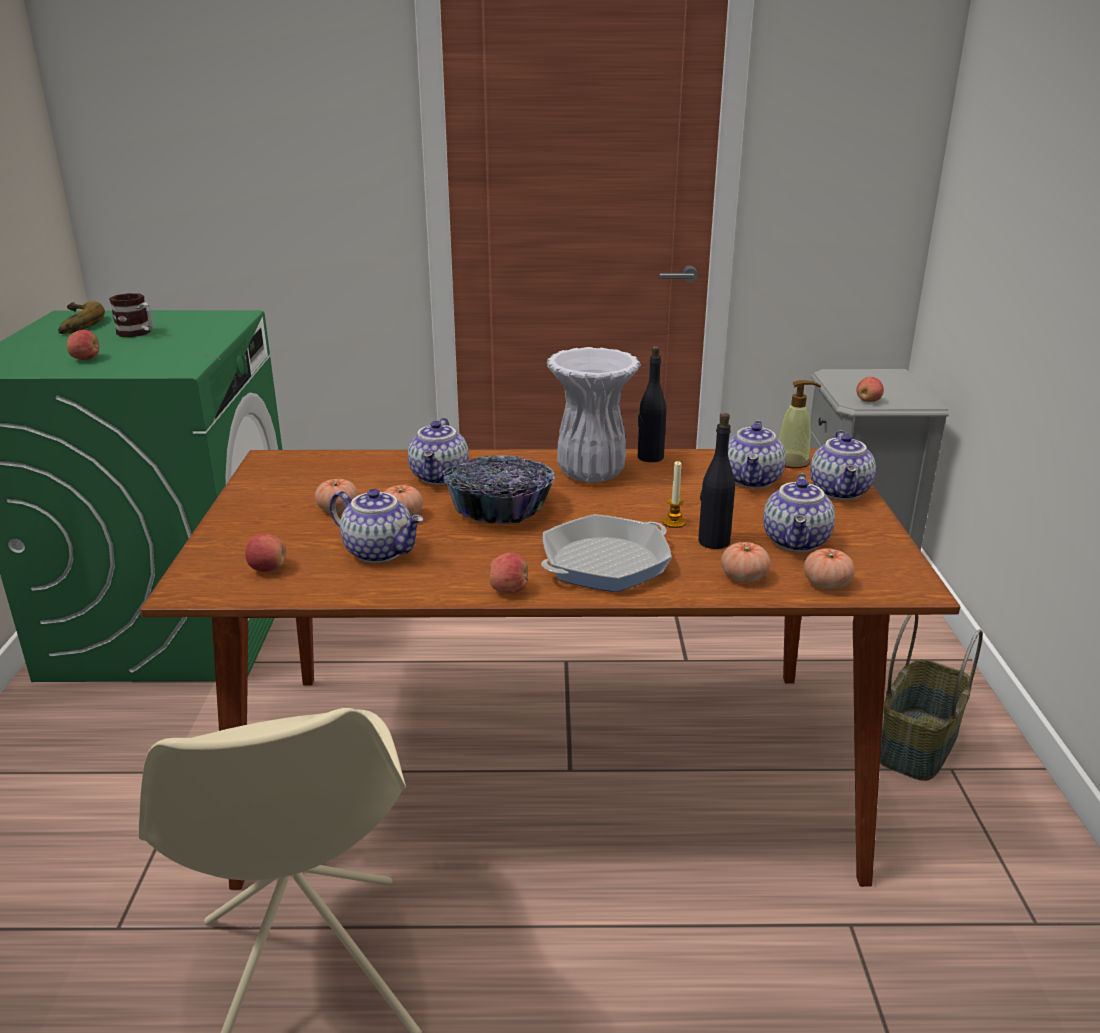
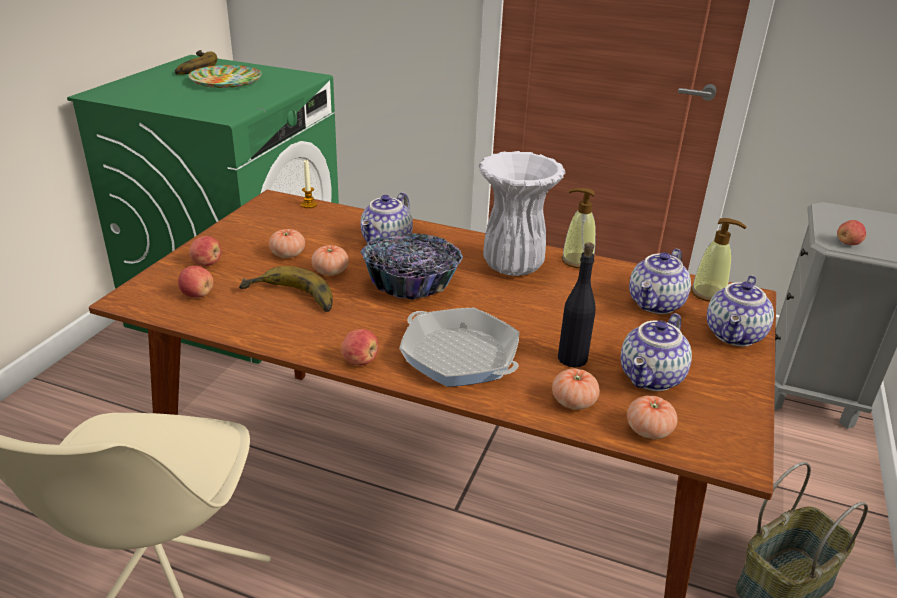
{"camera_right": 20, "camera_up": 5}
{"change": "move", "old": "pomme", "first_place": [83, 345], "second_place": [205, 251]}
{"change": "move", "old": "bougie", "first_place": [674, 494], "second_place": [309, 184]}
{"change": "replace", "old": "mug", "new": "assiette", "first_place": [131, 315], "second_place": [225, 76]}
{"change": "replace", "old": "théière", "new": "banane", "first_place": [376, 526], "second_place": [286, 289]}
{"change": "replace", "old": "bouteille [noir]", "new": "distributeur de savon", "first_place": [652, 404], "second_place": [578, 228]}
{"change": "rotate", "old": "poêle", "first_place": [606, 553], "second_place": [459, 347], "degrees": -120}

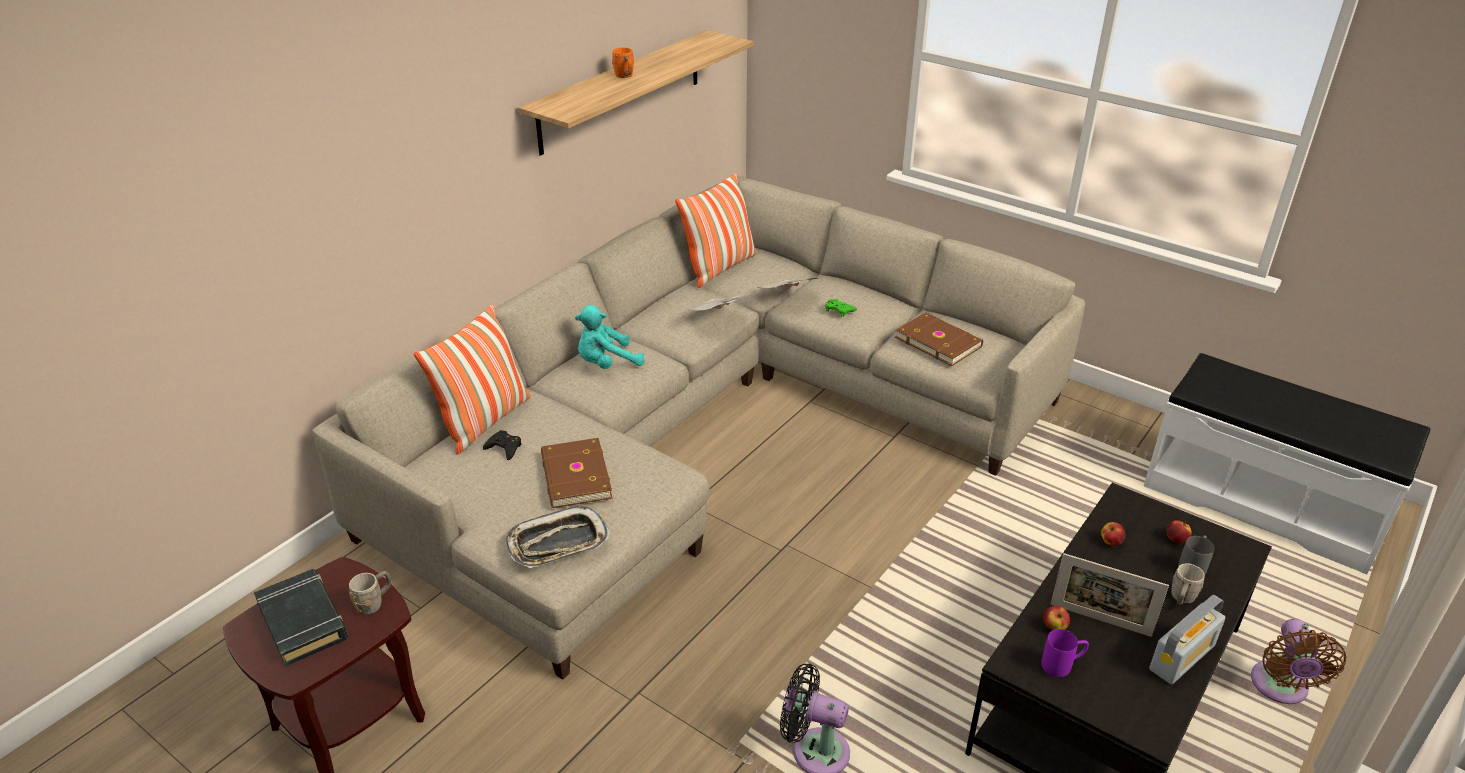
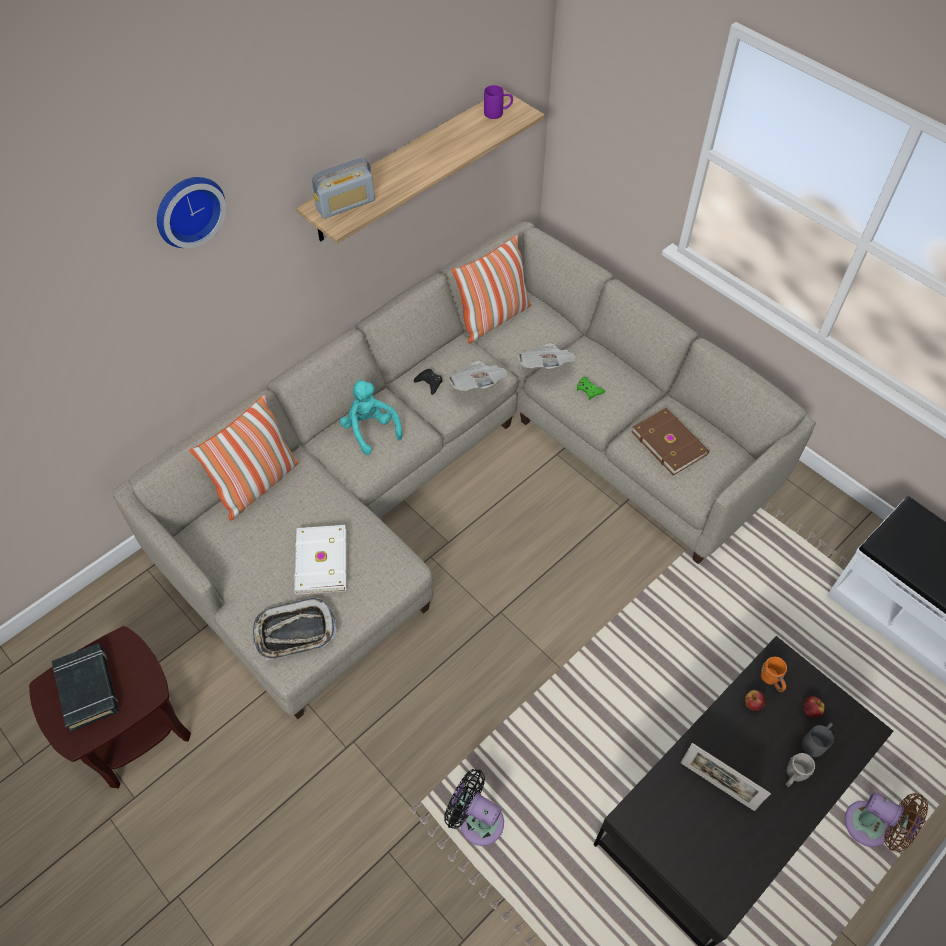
{"camera_right": 10, "camera_up": 20}
{"change": "delete", "old": "mug [gris]", "first_place": [370, 593]}
{"change": "delete", "old": "pomme", "first_place": [1056, 618]}
{"change": "insert", "new": "horloge murale", "second_place": [191, 212]}
{"change": "move", "old": "manette [noir]", "first_place": [502, 445], "second_place": [428, 382]}
{"change": "move", "old": "mug [orange]", "first_place": [623, 63], "second_place": [774, 674]}
{"change": "move", "old": "mug [violet]", "first_place": [1065, 653], "second_place": [498, 102]}
{"change": "move", "old": "radio", "first_place": [1187, 639], "second_place": [343, 188]}
{"change": "recolor", "old": "livre [marron]", "new": "livre [blanc]", "first_place": [576, 473], "second_place": [320, 560]}
{"change": "rotate", "old": "peluche [turquoise]", "first_place": [610, 337], "second_place": [371, 417], "degrees": 75}
{"change": "rotate", "old": "ventilateur [marron]", "first_place": [1298, 661], "second_place": [886, 822], "degrees": -75}

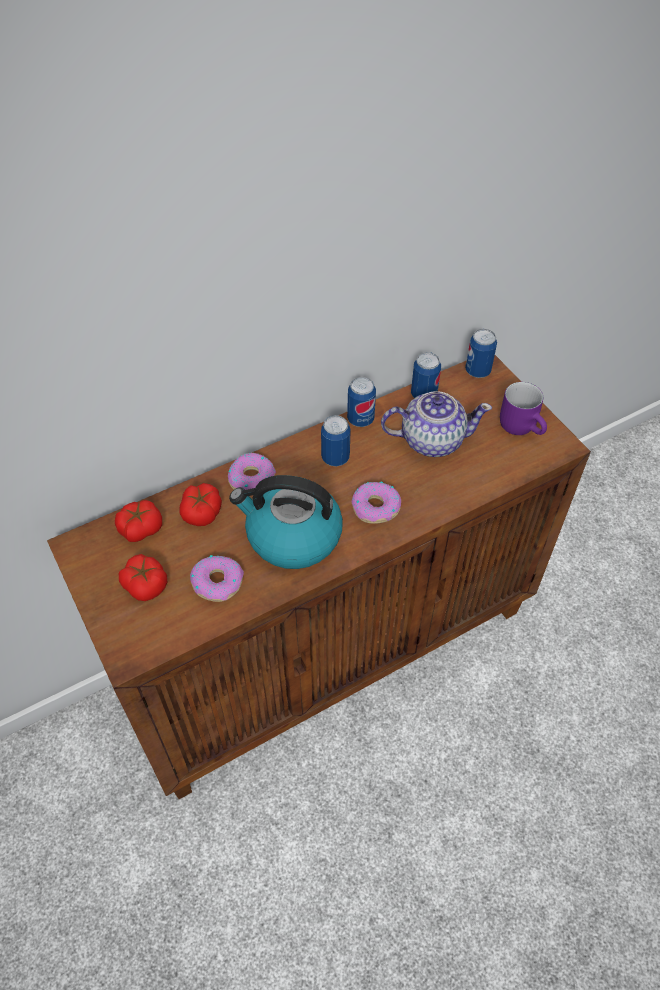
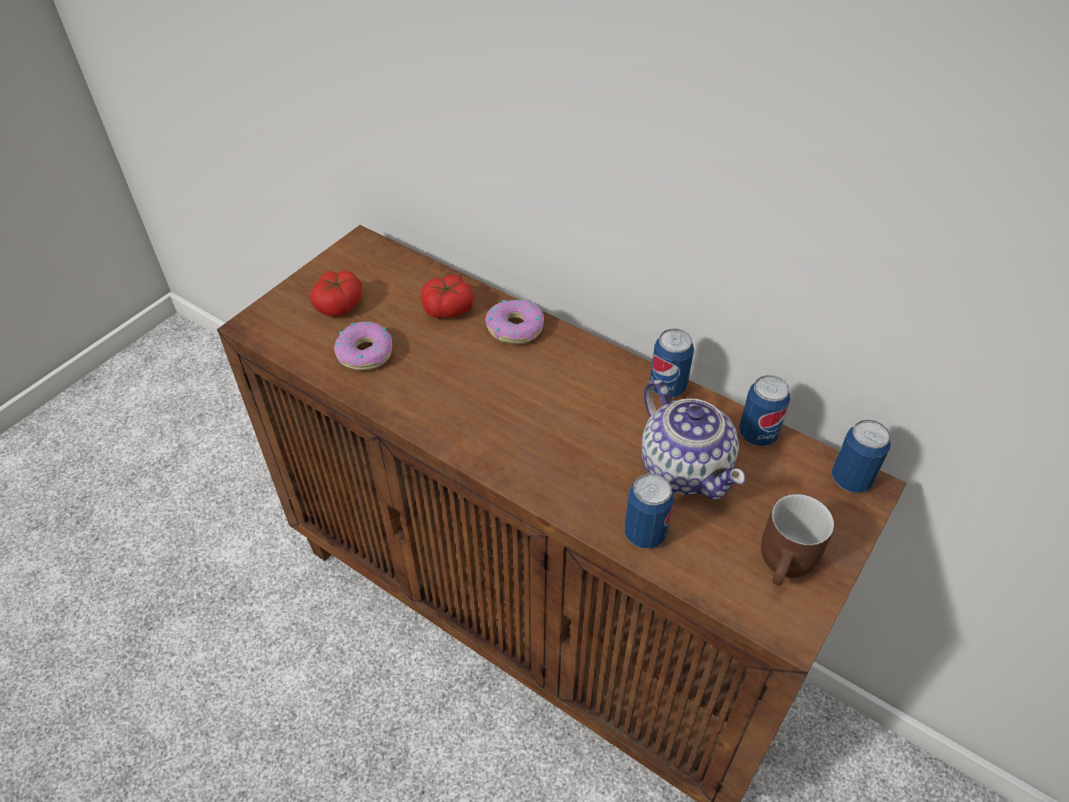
{"camera_right": 65, "camera_up": -5}
{"change": "delete", "old": "tomate", "first_place": [138, 521]}
{"change": "delete", "old": "bouilloire", "first_place": [286, 522]}
{"change": "delete", "old": "beignet", "first_place": [376, 502]}
{"change": "move", "old": "boîte métallique", "first_place": [336, 440], "second_place": [649, 511]}
{"change": "recolor", "old": "mug [violet]", "new": "mug [marron]", "first_place": [523, 408], "second_place": [797, 539]}

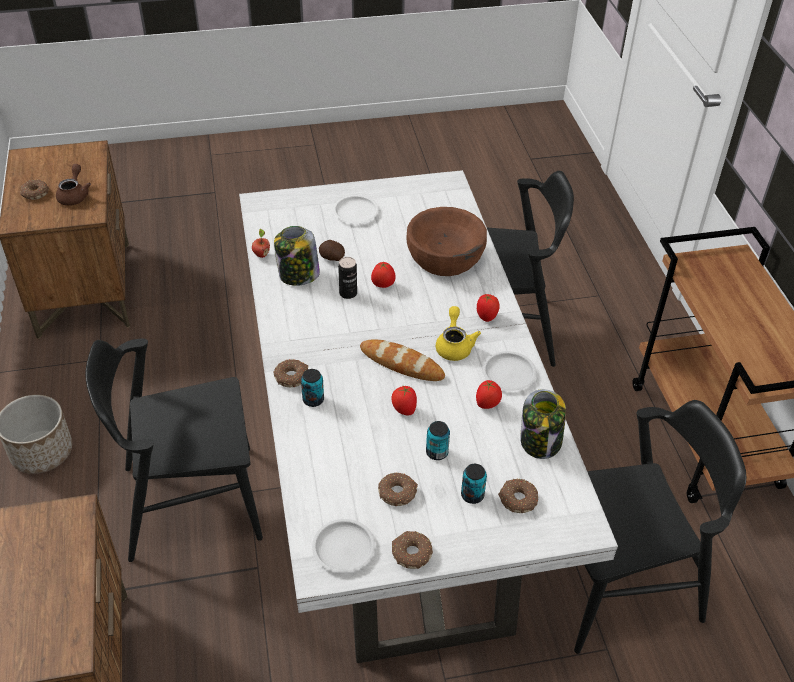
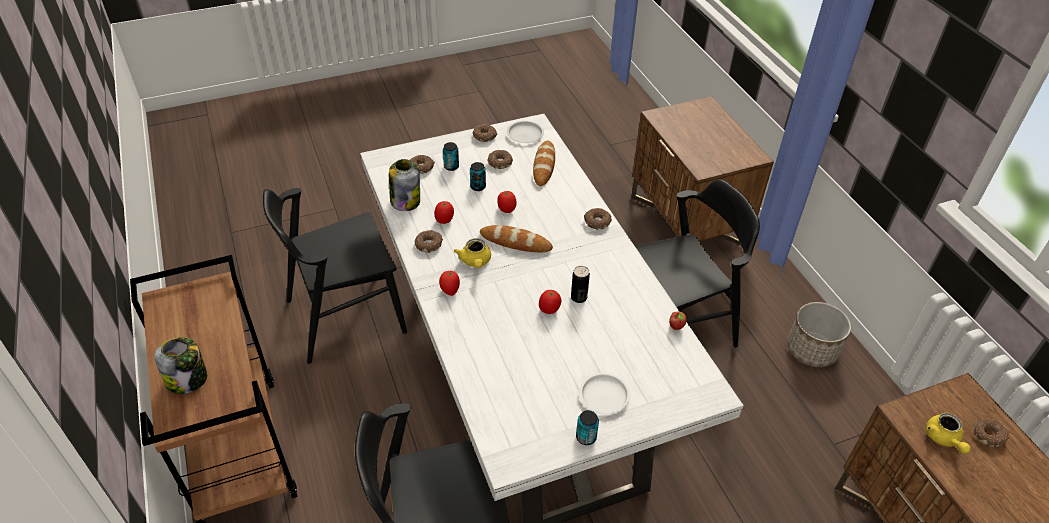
{"camera_right": 170, "camera_up": 0}
{"change": "delete", "old": "pomme de terre", "first_place": [332, 250]}
{"change": "delete", "old": "bol [marron]", "first_place": [446, 241]}
{"change": "insert", "new": "pain", "second_place": [544, 163]}
{"change": "move", "old": "bocal", "first_place": [297, 256], "second_place": [181, 365]}
{"change": "move", "old": "boîte métallique", "first_place": [312, 388], "second_place": [587, 427]}
{"change": "replace", "old": "assiette [blanc]", "new": "beignet", "first_place": [510, 371], "second_place": [429, 241]}
{"change": "recolor", "old": "théière [marron]", "new": "théière [jaune]", "first_place": [73, 185], "second_place": [948, 433]}

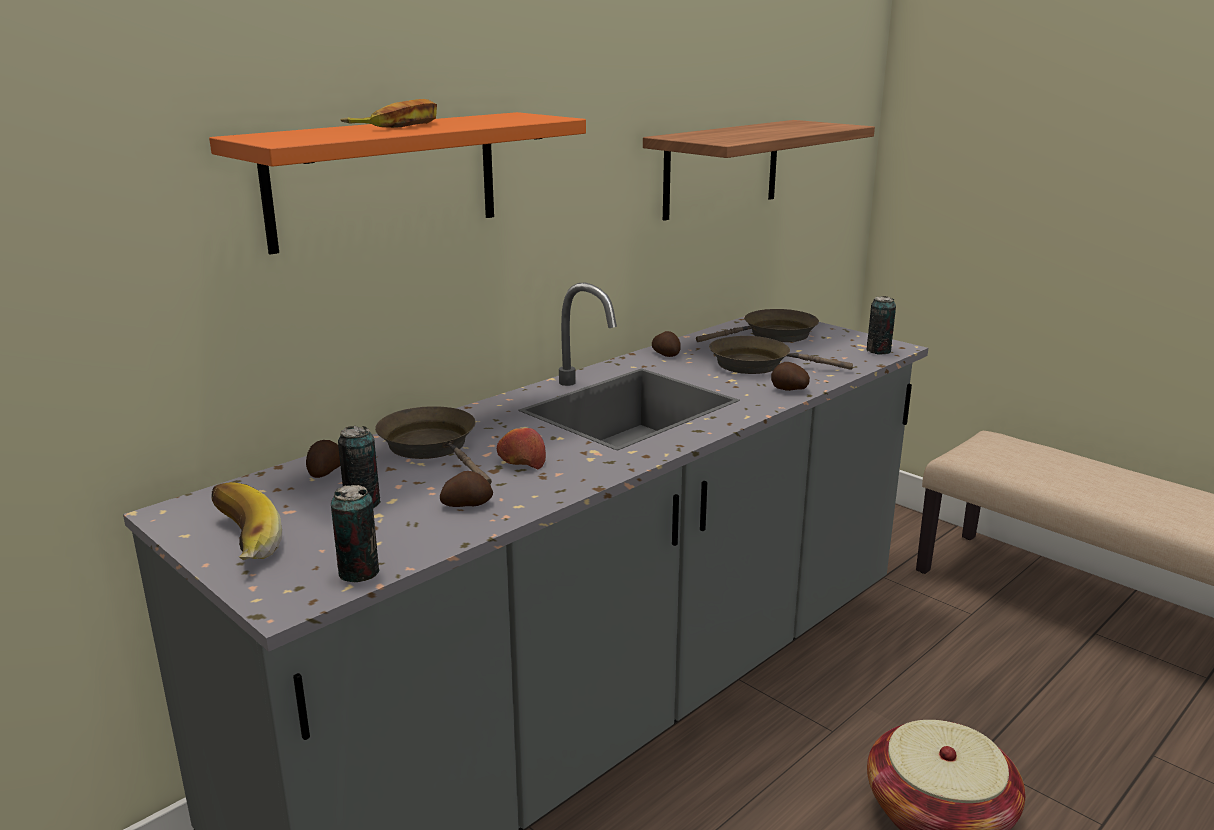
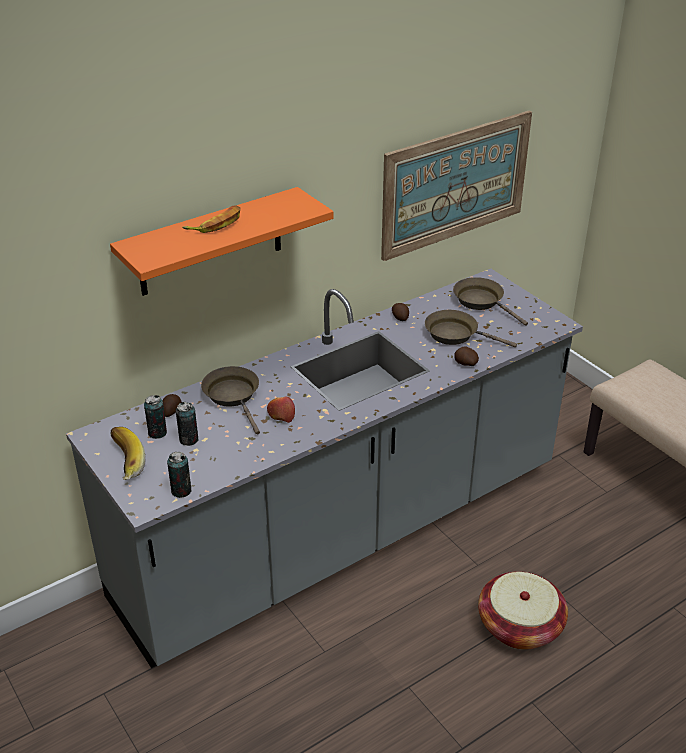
{"camera_right": 10, "camera_up": 15}
{"change": "delete", "old": "pomme de terre", "first_place": [466, 489]}
{"change": "move", "old": "boîte métallique", "first_place": [881, 325], "second_place": [155, 417]}
{"change": "replace", "old": "étagère", "new": "tableau", "first_place": [759, 170], "second_place": [456, 186]}
{"change": "rotate", "old": "poêle [marron]", "first_place": [757, 325], "second_place": [490, 301], "degrees": -120}

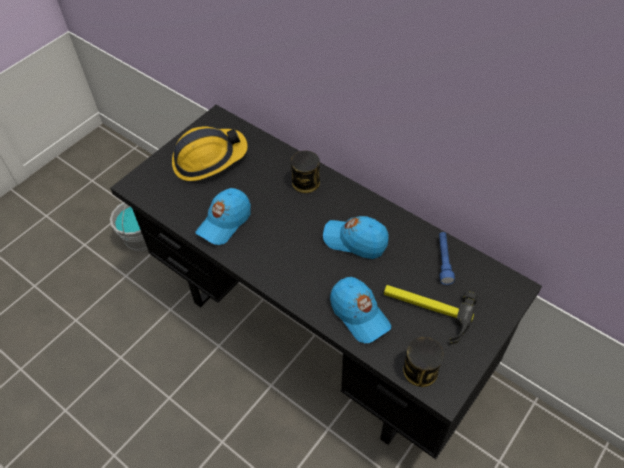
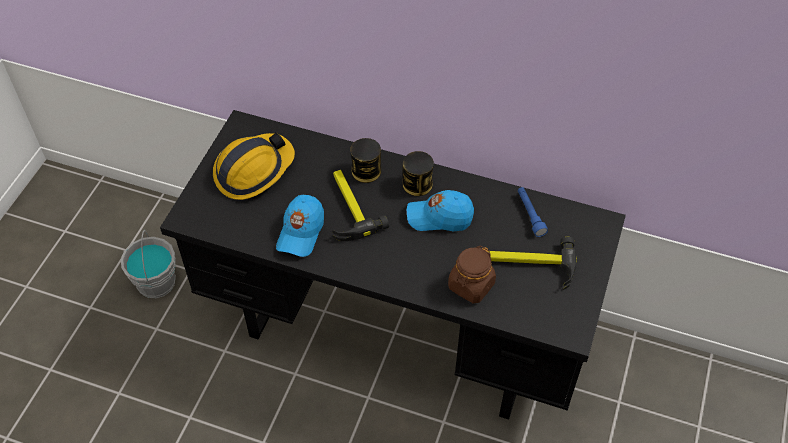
{"camera_right": -20, "camera_up": 0}
{"change": "insert", "new": "marteau", "second_place": [360, 205]}
{"change": "move", "old": "boîte métallique", "first_place": [423, 362], "second_place": [418, 173]}
{"change": "replace", "old": "casquette [bleu]", "new": "bocal [marron]", "first_place": [360, 310], "second_place": [472, 274]}

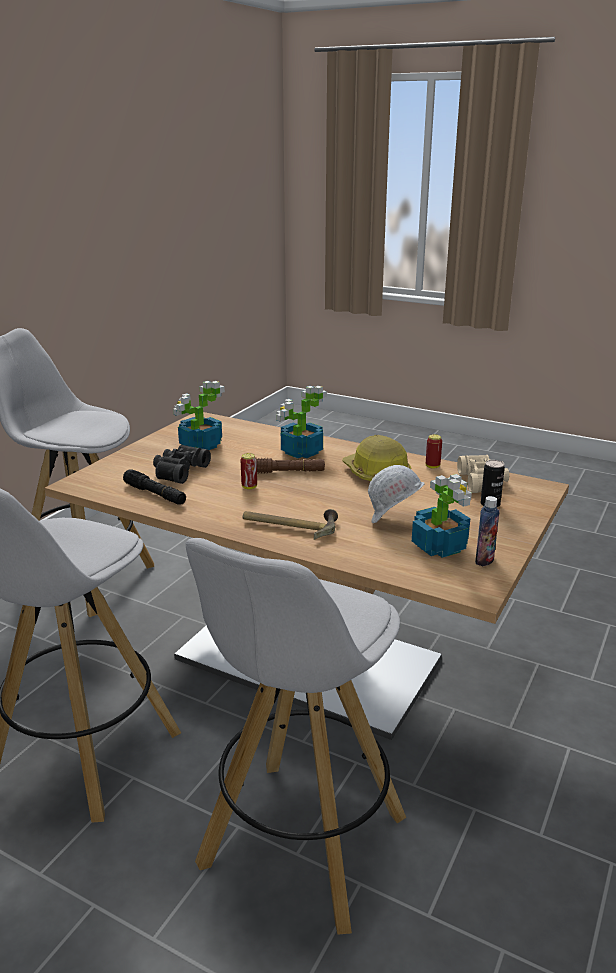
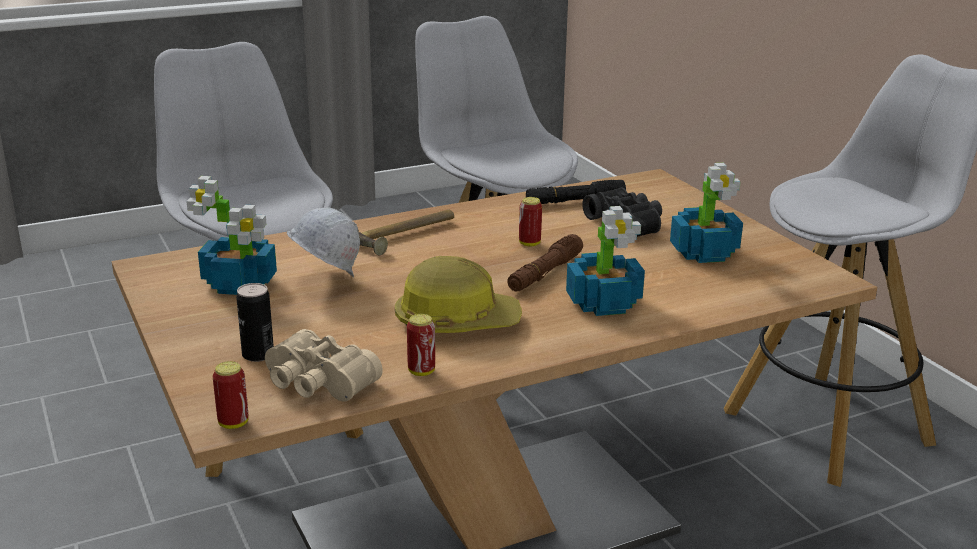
{"camera_right": 125, "camera_up": 0}
{"change": "delete", "old": "bouteille", "first_place": [487, 531]}
{"change": "insert", "new": "boîte métallique", "second_place": [231, 395]}

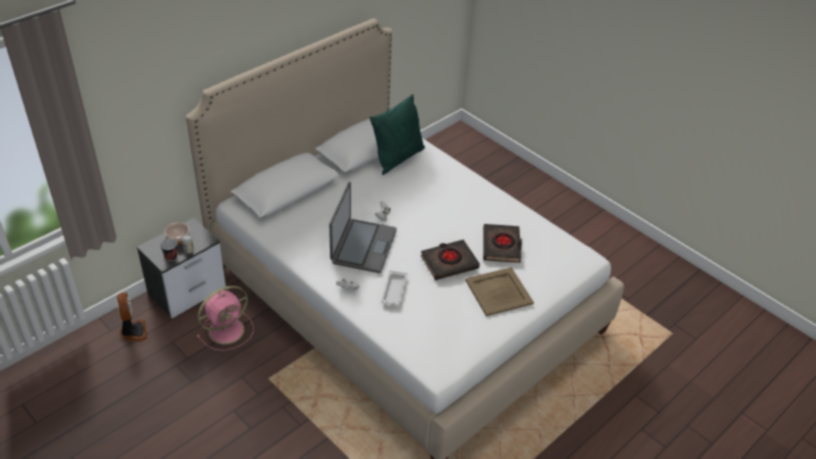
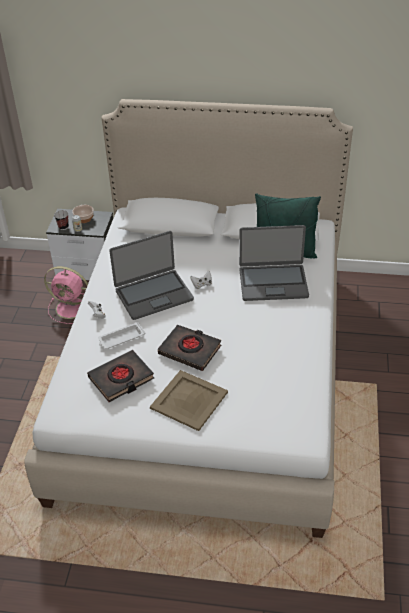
{"camera_right": 55, "camera_up": 0}
{"change": "delete", "old": "ventilateur", "first_place": [132, 317]}
{"change": "insert", "new": "ordinateur portable", "second_place": [274, 263]}
{"change": "move", "old": "livre [noir]", "first_place": [502, 243], "second_place": [120, 376]}

